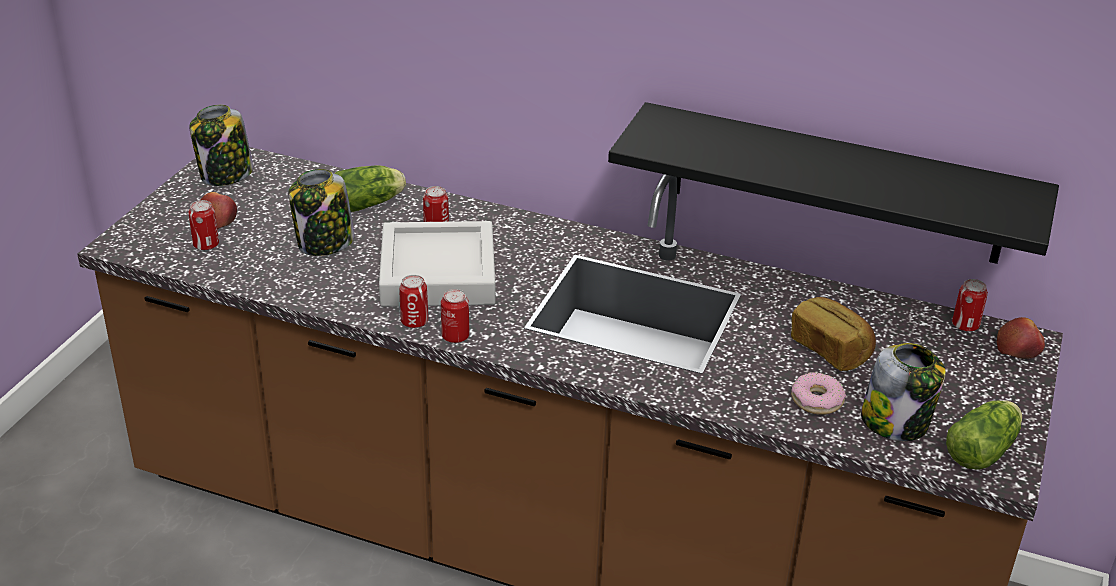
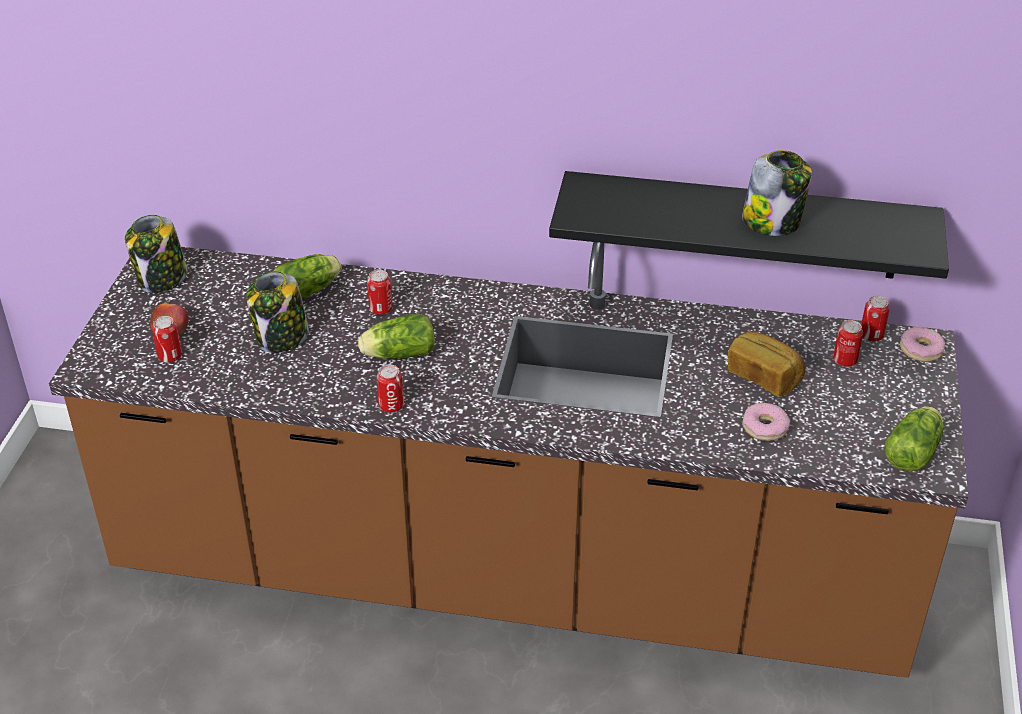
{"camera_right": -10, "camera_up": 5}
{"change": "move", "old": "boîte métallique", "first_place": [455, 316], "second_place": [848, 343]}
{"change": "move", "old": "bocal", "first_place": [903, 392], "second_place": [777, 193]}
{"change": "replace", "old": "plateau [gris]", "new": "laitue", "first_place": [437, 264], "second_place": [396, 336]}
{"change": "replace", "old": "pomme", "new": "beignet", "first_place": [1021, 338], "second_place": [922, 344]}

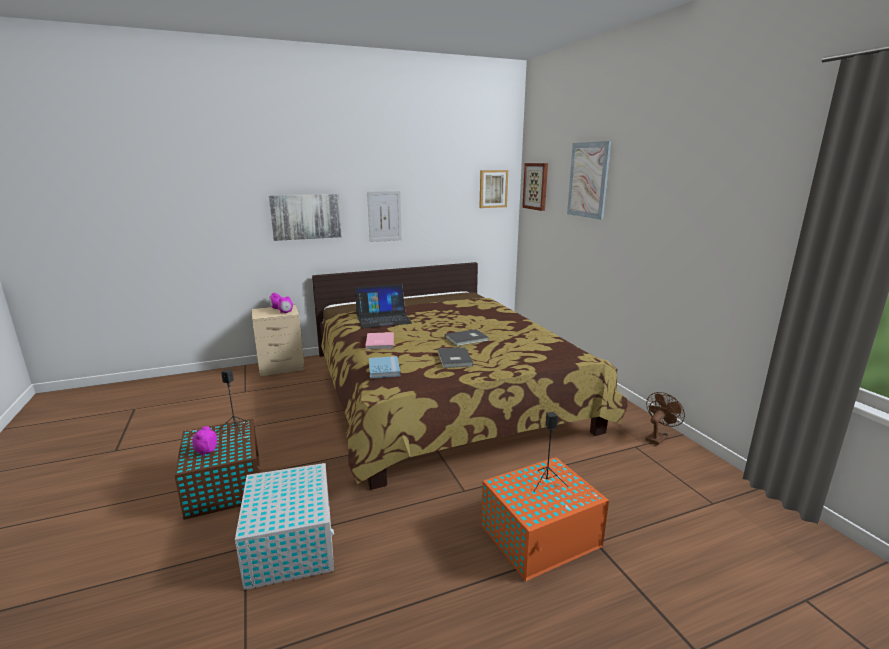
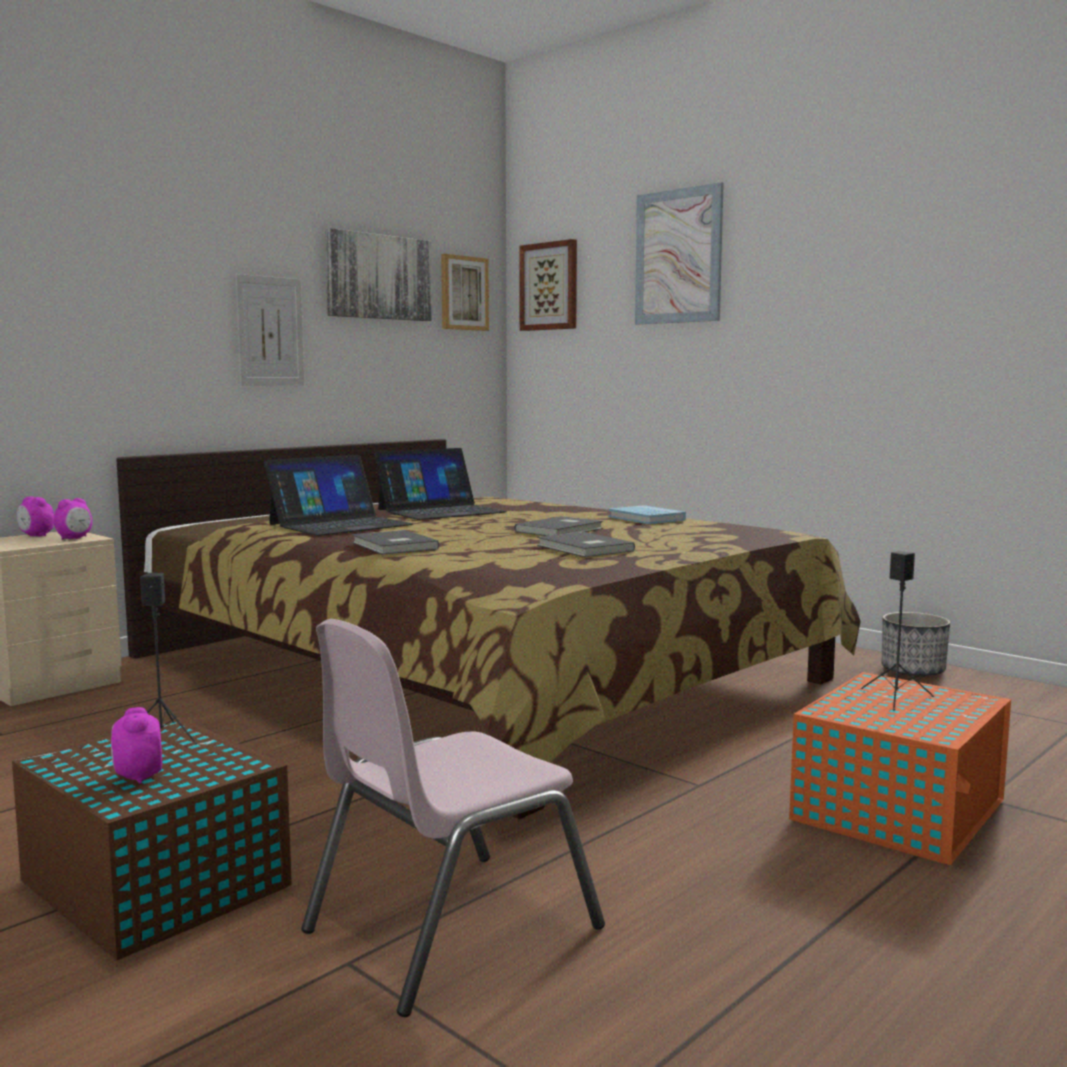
{"camera_right": -25, "camera_up": -10}
{"change": "insert", "new": "ordinateur portable", "second_place": [441, 484]}
{"change": "move", "old": "tableau", "first_place": [305, 217], "second_place": [378, 274]}
{"change": "move", "old": "livre [bleu]", "first_place": [384, 367], "second_place": [647, 514]}
{"change": "replace", "old": "boîte de rangement [blanc]", "new": "chaise [rose]", "first_place": [284, 526], "second_place": [453, 818]}
{"change": "replace", "old": "ventilateur [marron]", "new": "cache-pot", "first_place": [665, 418], "second_place": [916, 644]}
{"change": "recolor", "old": "livre [rose]", "new": "livre [gris]", "first_place": [379, 341], "second_place": [395, 542]}

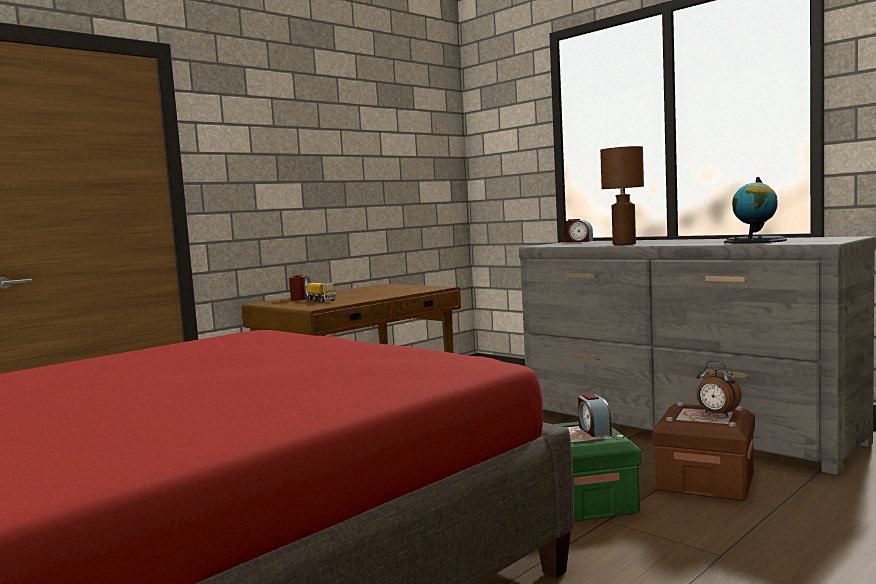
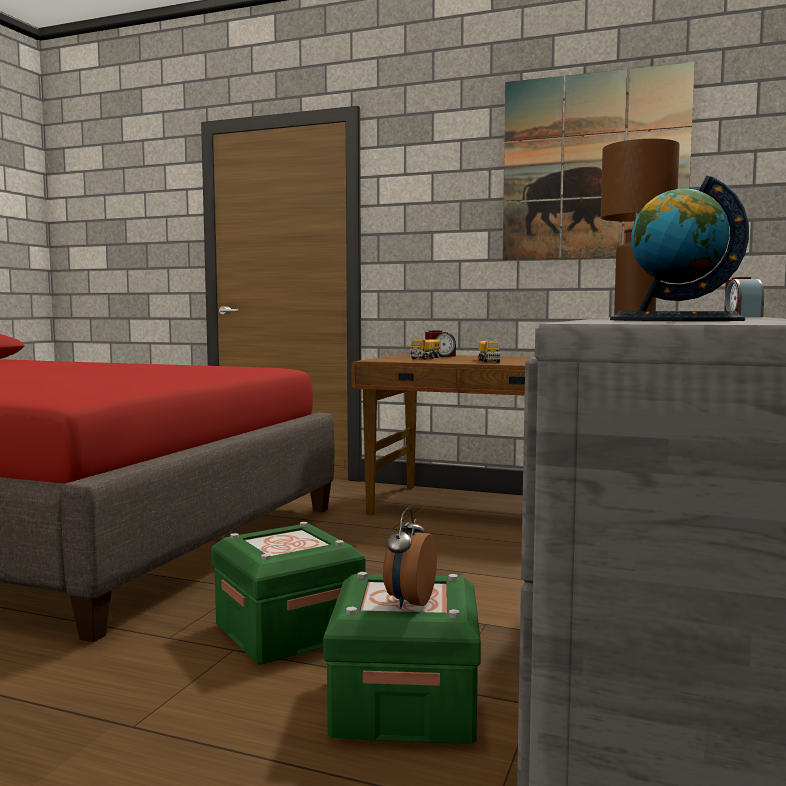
{"camera_right": 65, "camera_up": 0}
{"change": "delete", "old": "réveil", "first_place": [595, 415]}
{"change": "insert", "new": "camion jouet", "second_place": [489, 351]}
{"change": "insert", "new": "tableau", "second_place": [598, 161]}
{"change": "recolor", "old": "boîte de rangement [marron]", "new": "boîte de rangement [vert]", "first_place": [703, 451], "second_place": [402, 658]}

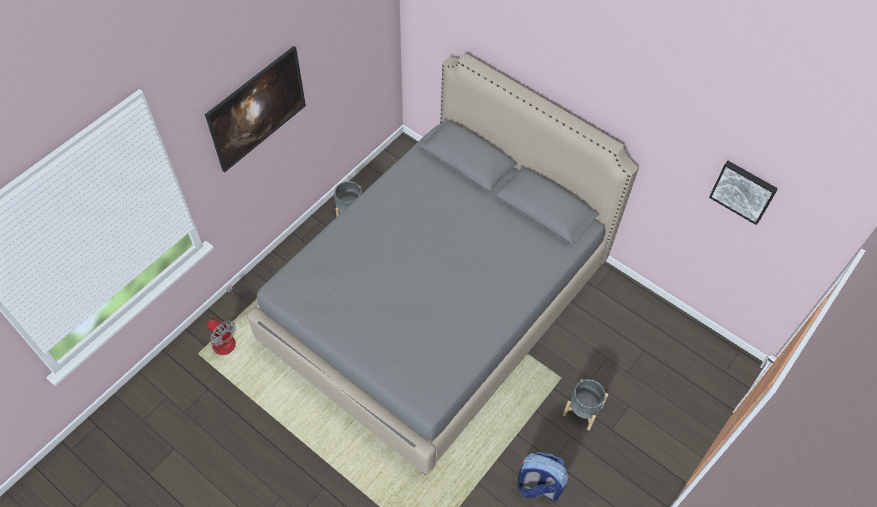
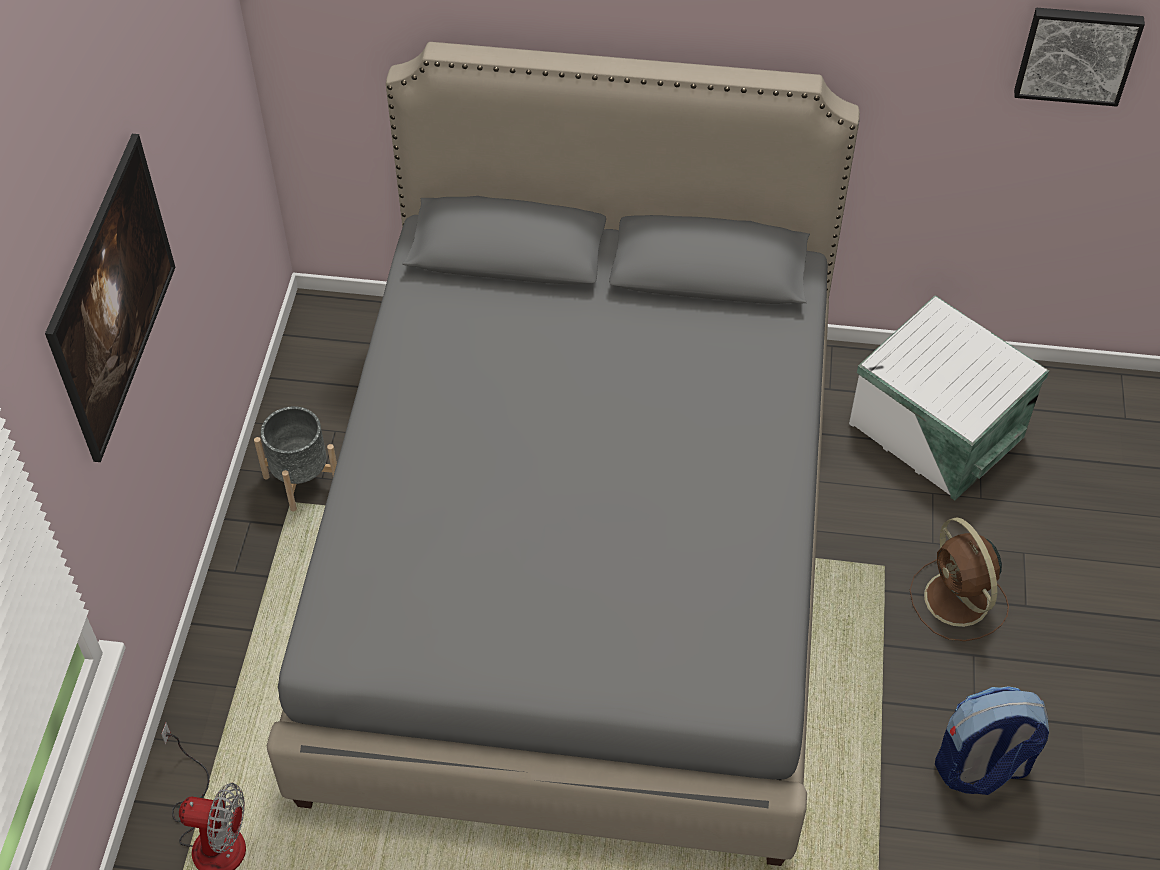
{"camera_right": -30, "camera_up": -5}
{"change": "insert", "new": "boîte de rangement [blanc]", "second_place": [949, 398]}
{"change": "replace", "old": "cache-pot [gris]", "new": "ventilateur [marron]", "first_place": [585, 404], "second_place": [959, 579]}

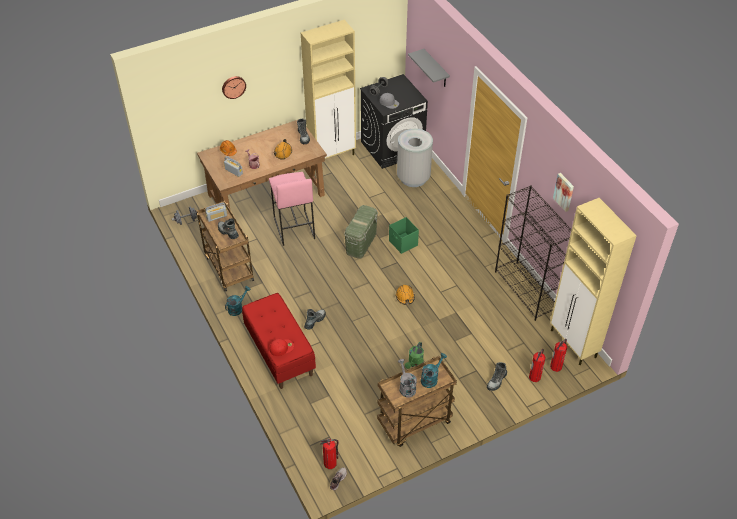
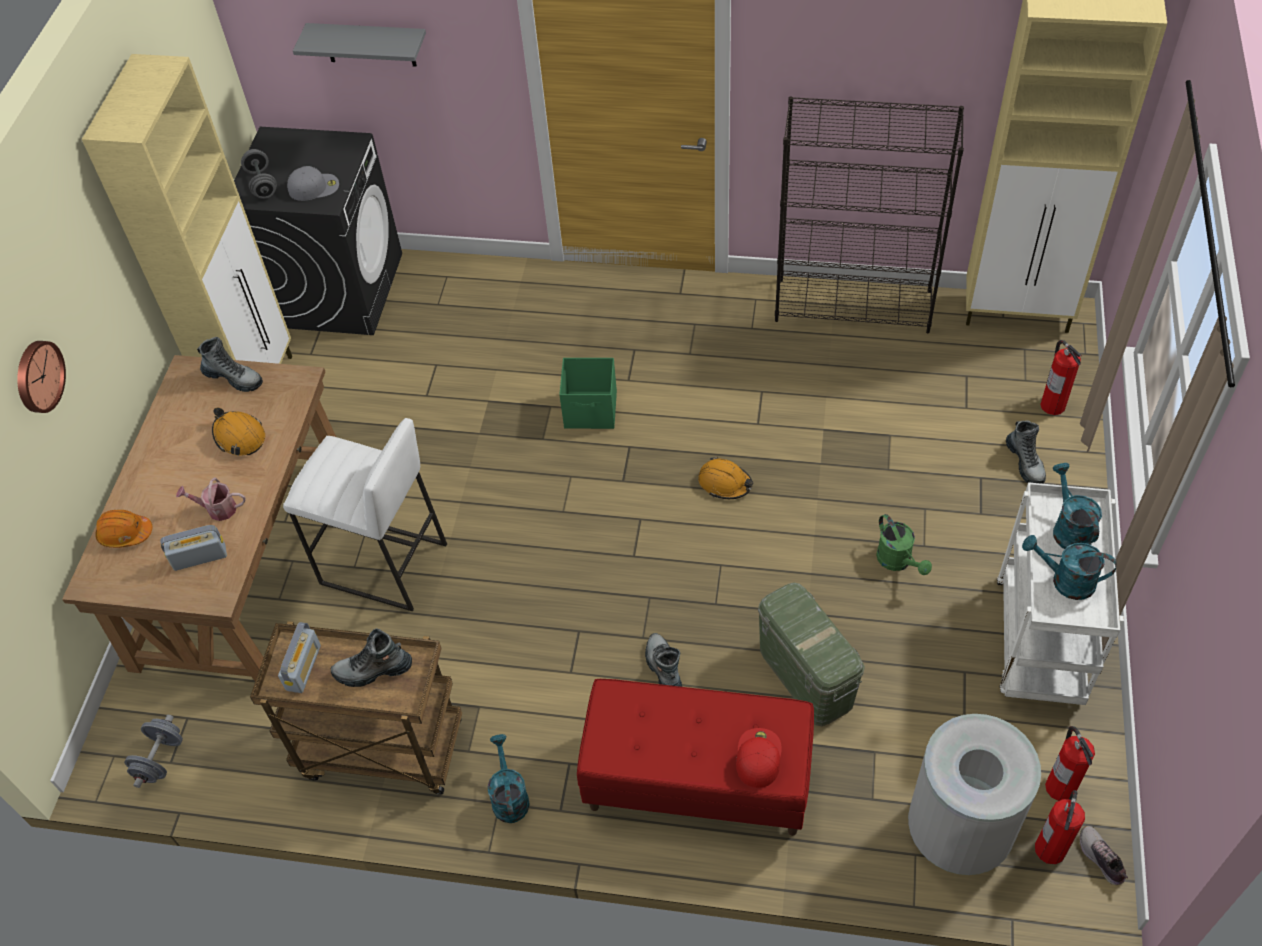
{"camera_right": -50, "camera_up": 5}
{"change": "delete", "old": "tableau", "first_place": [563, 192]}
{"change": "move", "old": "boîte de rangement [vert]", "first_place": [361, 232], "second_place": [811, 654]}
{"change": "move", "old": "poubelle [gris]", "first_place": [415, 158], "second_place": [974, 794]}
{"change": "move", "old": "extincteur", "first_place": [558, 355], "second_place": [1070, 763]}
{"change": "recolor", "old": "tabouret [rose]", "new": "tabouret [blanc]", "first_place": [292, 209], "second_place": [365, 515]}
{"change": "recolor", "old": "chariot [marron]", "new": "chariot [blanc]", "first_place": [417, 401], "second_place": [1060, 593]}
{"change": "recolor", "old": "arrosoir [gris]", "new": "arrosoir [turquoise]", "first_place": [407, 378], "second_place": [1069, 567]}

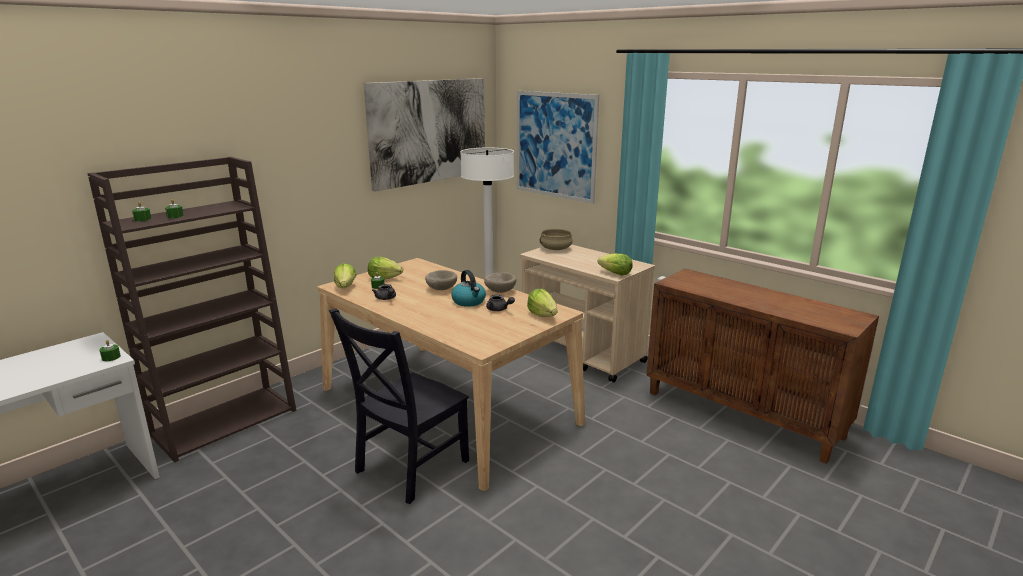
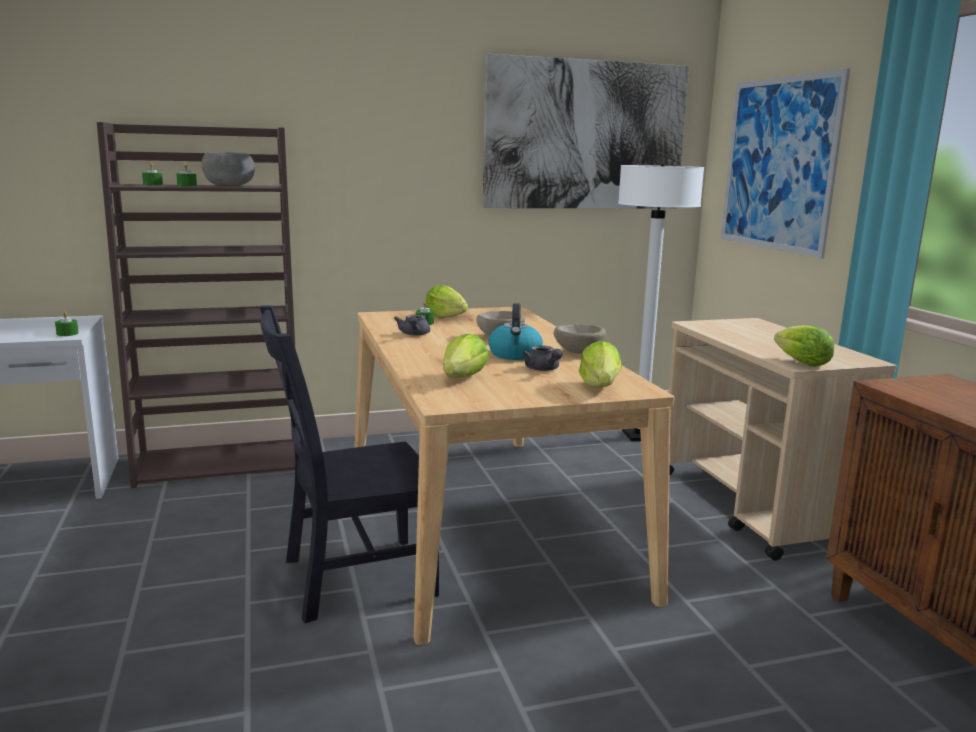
{"camera_right": 30, "camera_up": -5}
{"change": "delete", "old": "marmite [beige]", "first_place": [556, 239]}
{"change": "insert", "new": "bol [gris]", "second_place": [228, 169]}
{"change": "move", "old": "laitue", "first_place": [345, 275], "second_place": [466, 355]}

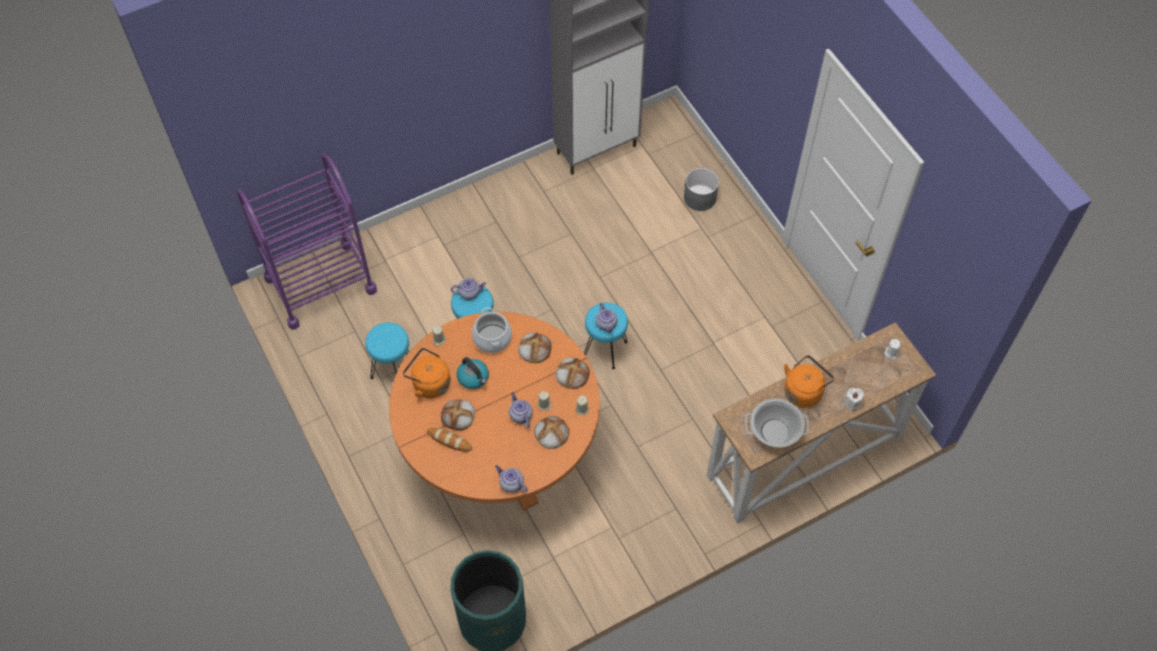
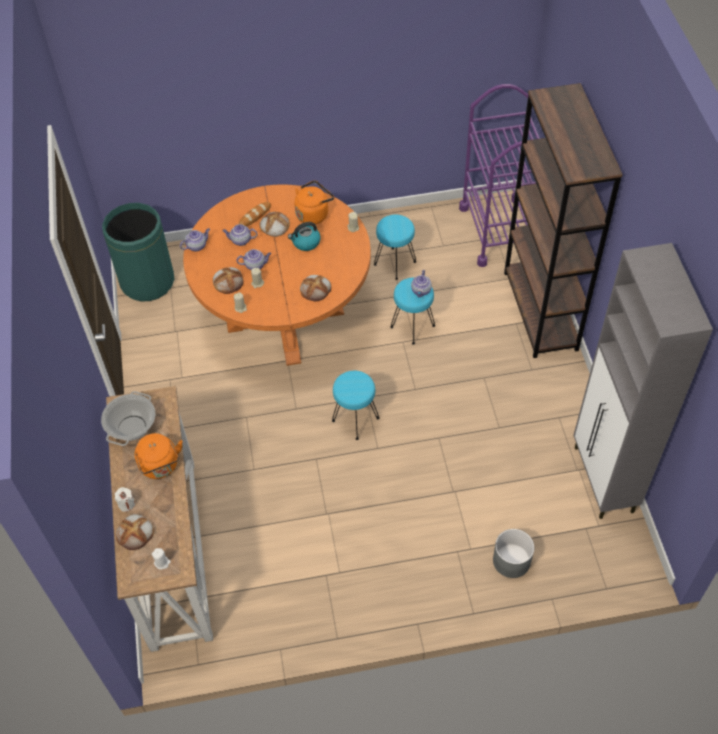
{"camera_right": 110, "camera_up": -5}
{"change": "delete", "old": "marmite", "first_place": [492, 330]}
{"change": "insert", "new": "bibliothèque [marron]", "second_place": [563, 220]}
{"change": "move", "old": "pain", "first_place": [573, 373], "second_place": [135, 532]}
{"change": "move", "old": "théière", "first_place": [606, 318], "second_place": [239, 235]}

